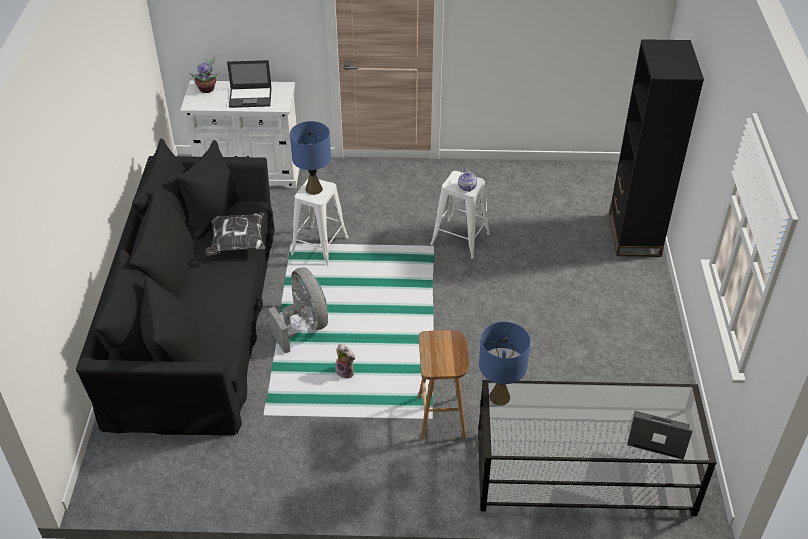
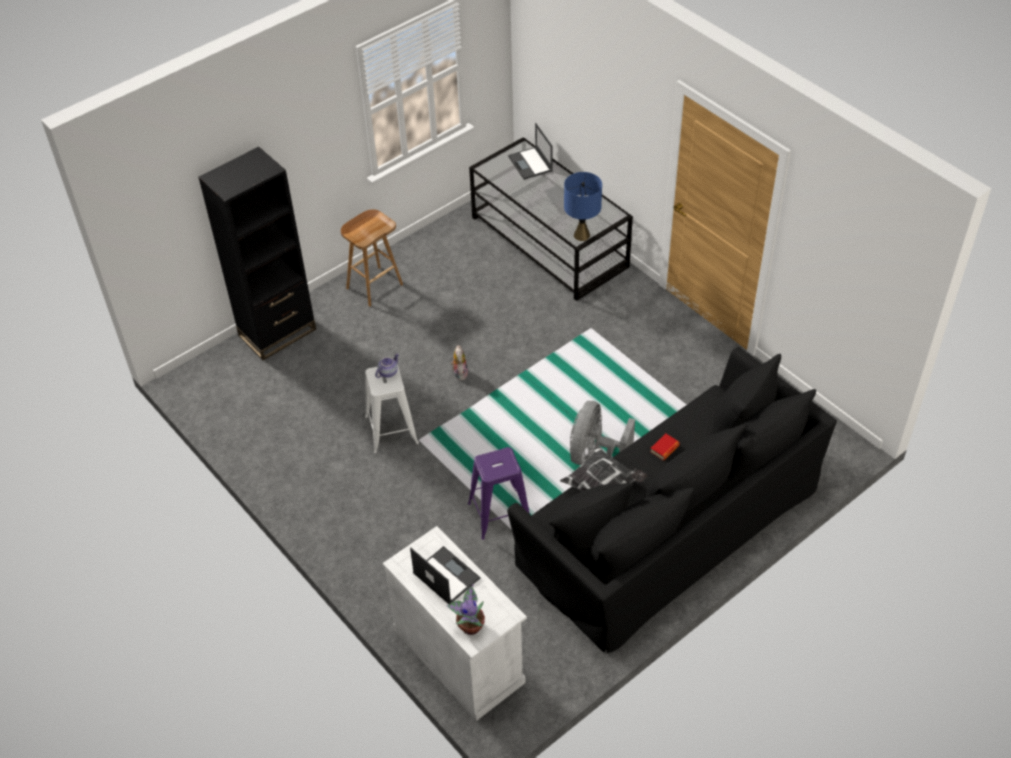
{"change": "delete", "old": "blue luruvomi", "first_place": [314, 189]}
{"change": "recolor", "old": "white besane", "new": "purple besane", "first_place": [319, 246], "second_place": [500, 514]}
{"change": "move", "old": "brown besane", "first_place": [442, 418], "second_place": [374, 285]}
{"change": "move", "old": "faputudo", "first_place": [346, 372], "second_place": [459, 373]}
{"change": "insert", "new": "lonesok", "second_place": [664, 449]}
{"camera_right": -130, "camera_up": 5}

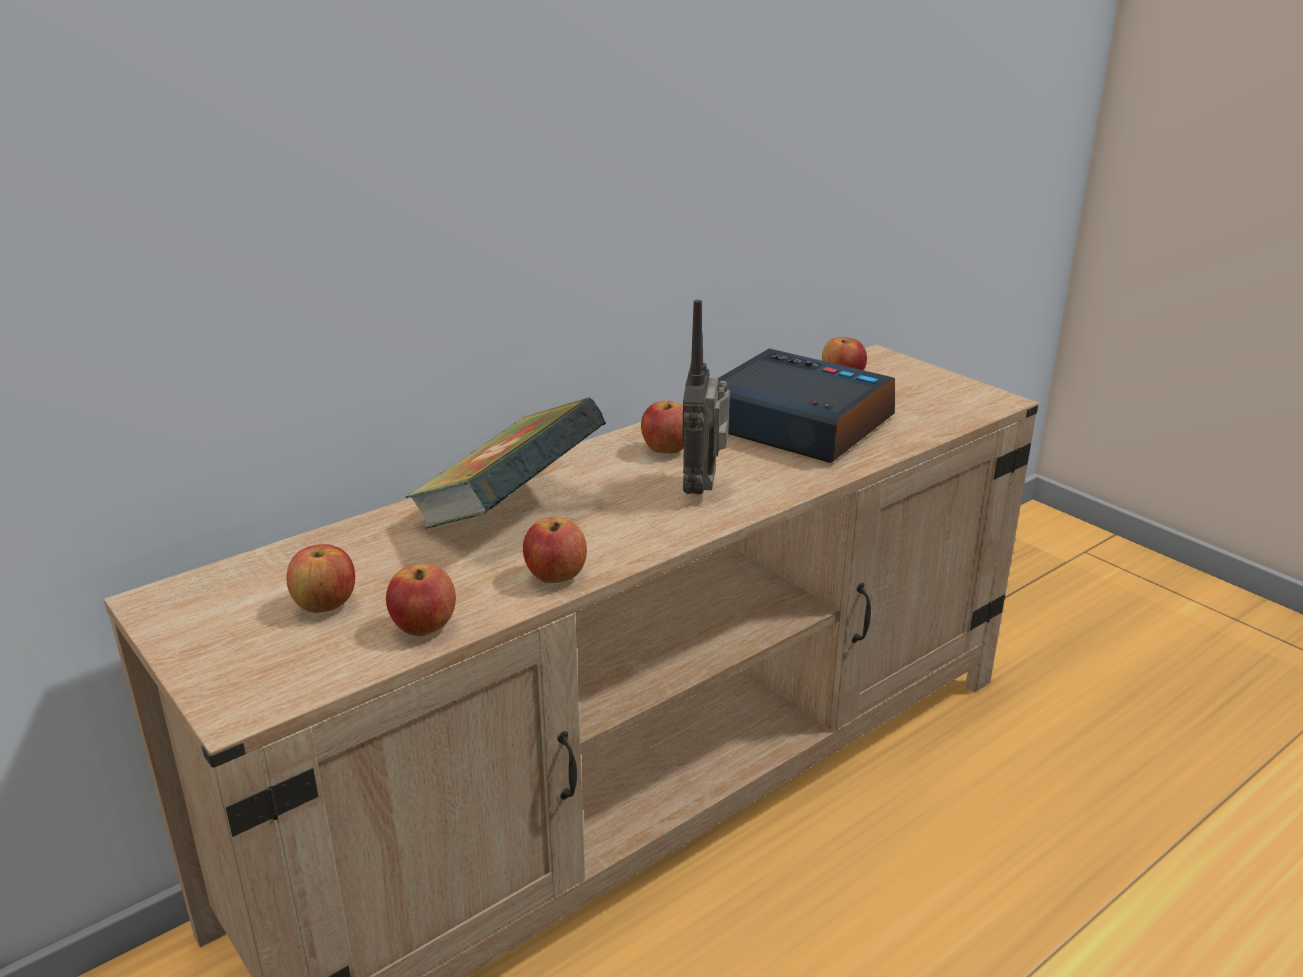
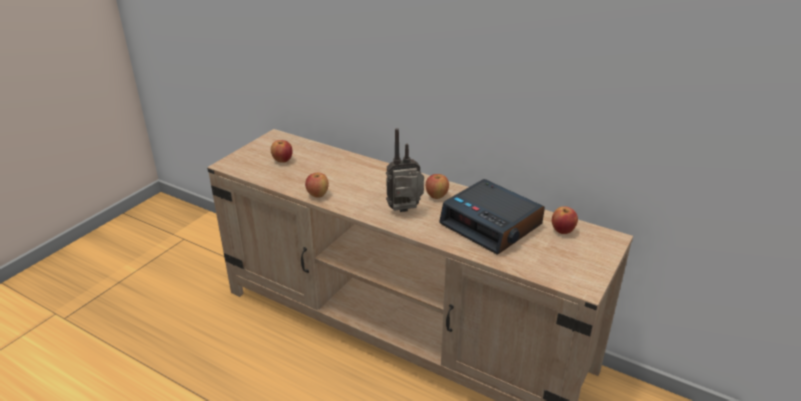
{"change": "rotate", "old": "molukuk", "first_place": [796, 424], "second_place": [492, 225], "degrees": 120}
{"change": "delete", "old": "lonesok", "first_place": [509, 513]}
{"change": "delete", "old": "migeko", "first_place": [424, 628]}
{"camera_right": 70, "camera_up": 5}

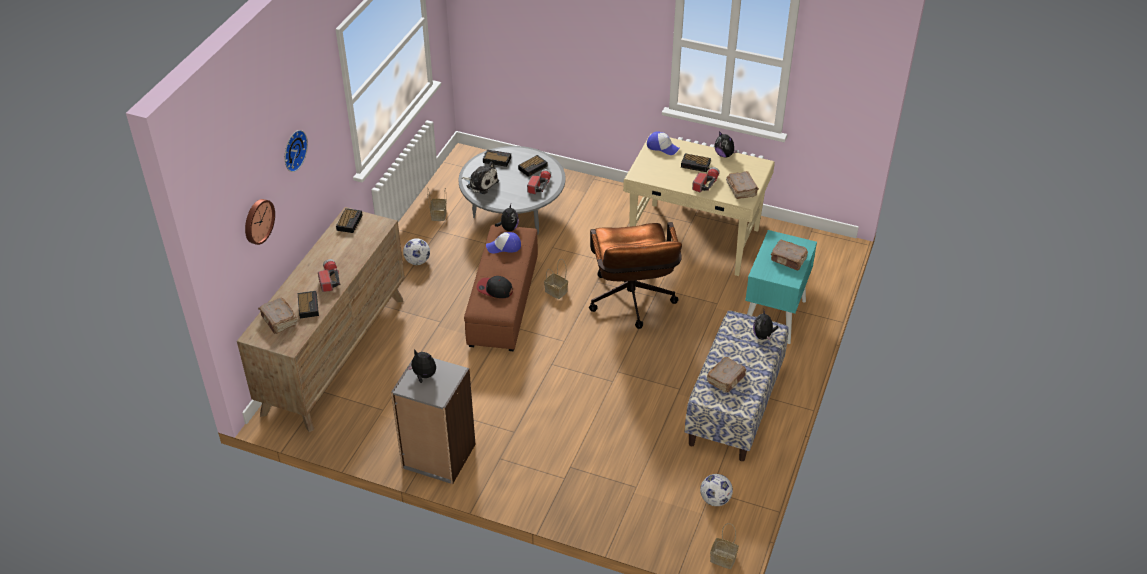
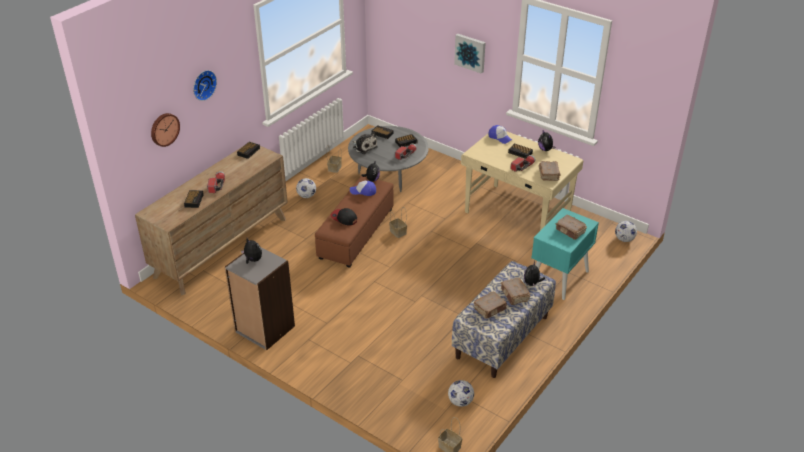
{"change": "delete", "old": "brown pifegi", "first_place": [632, 303]}
{"change": "move", "old": "brown lonesok", "first_place": [279, 321], "second_place": [514, 295]}
{"change": "insert", "new": "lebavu", "second_place": [470, 52]}
{"change": "insert", "new": "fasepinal", "second_place": [624, 239]}
{"camera_right": 15, "camera_up": -5}

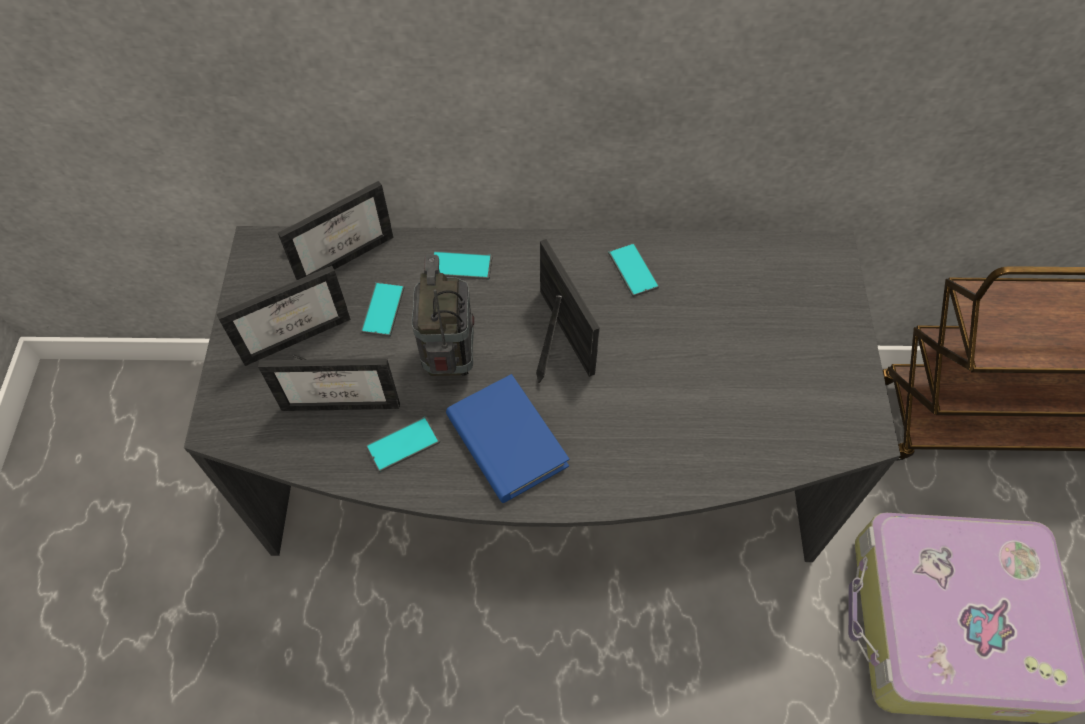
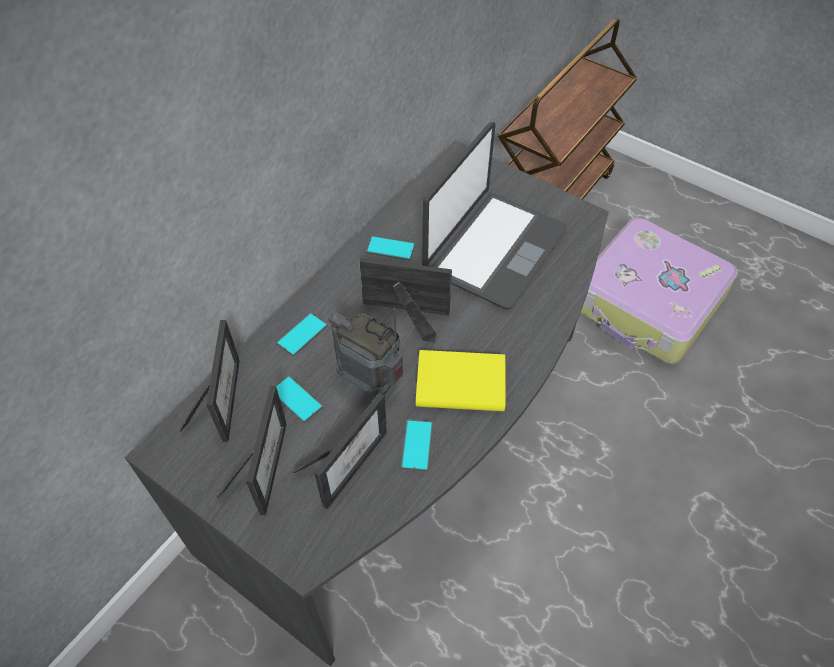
{"change": "recolor", "old": "blue lonesok", "new": "yellow lonesok", "first_place": [506, 441], "second_place": [460, 384]}
{"change": "insert", "new": "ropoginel", "second_place": [493, 249]}
{"camera_right": -55, "camera_up": -5}

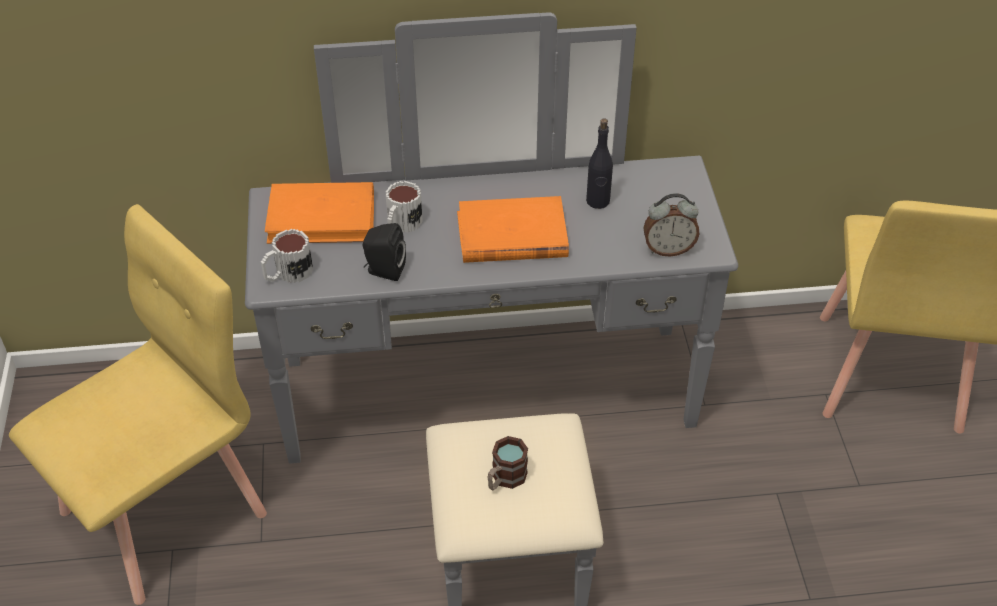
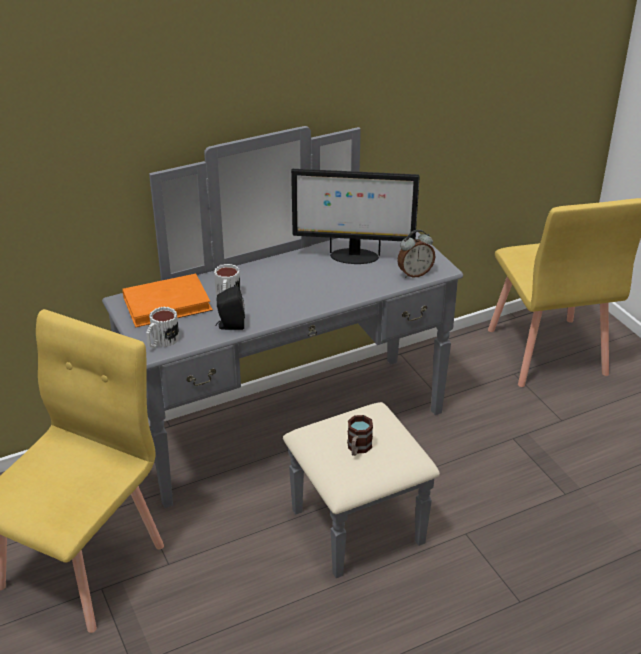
{"change": "replace", "old": "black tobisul", "new": "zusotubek", "first_place": [598, 201], "second_place": [353, 257]}
{"change": "delete", "old": "orange lonesok", "first_place": [511, 235]}
{"camera_right": -20, "camera_up": -10}

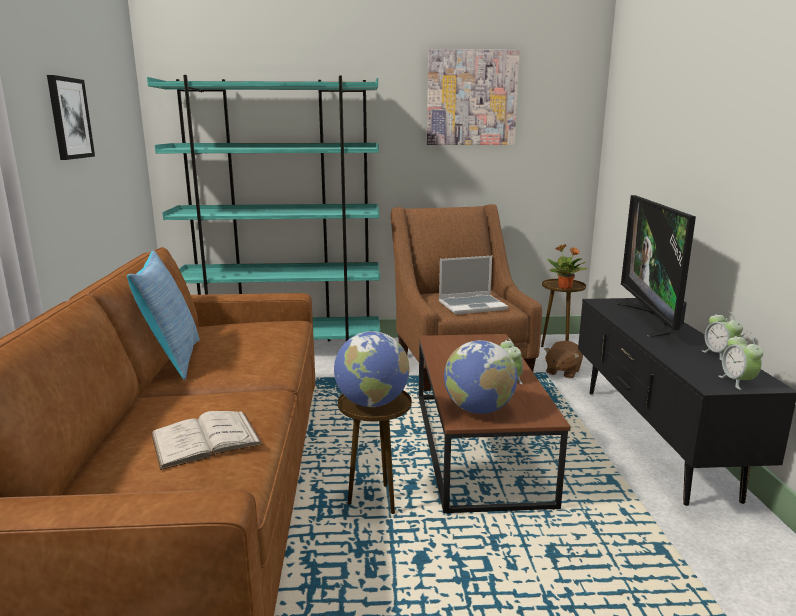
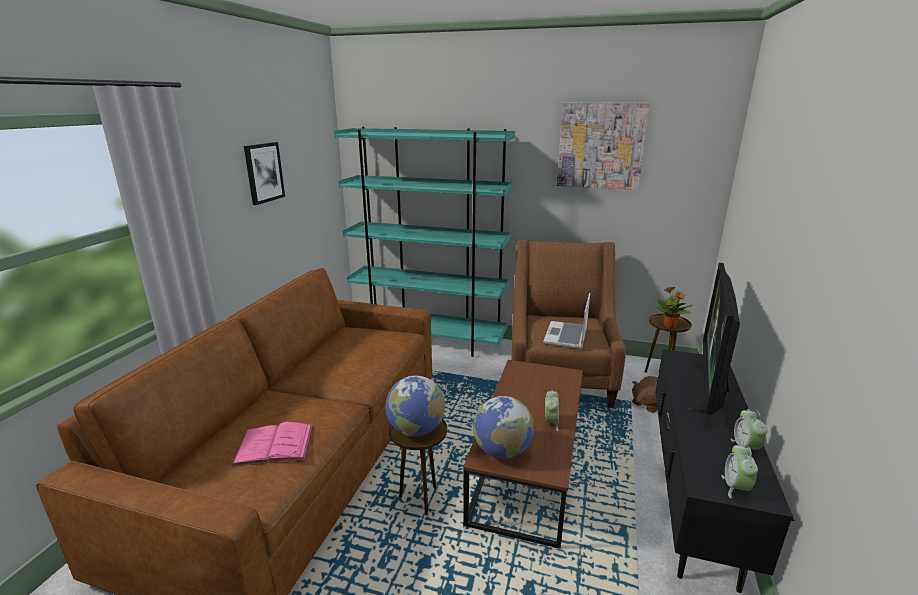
{"change": "delete", "old": "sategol", "first_place": [172, 360]}
{"change": "rotate", "old": "ropoginel", "first_place": [472, 306], "second_place": [566, 336], "degrees": 105}
{"change": "recolor", "old": "white lonesok", "new": "pink lonesok", "first_place": [206, 439], "second_place": [274, 445]}
{"camera_right": 20, "camera_up": 5}

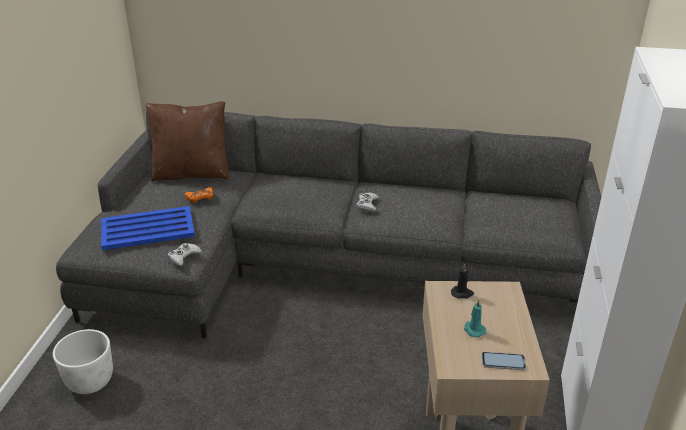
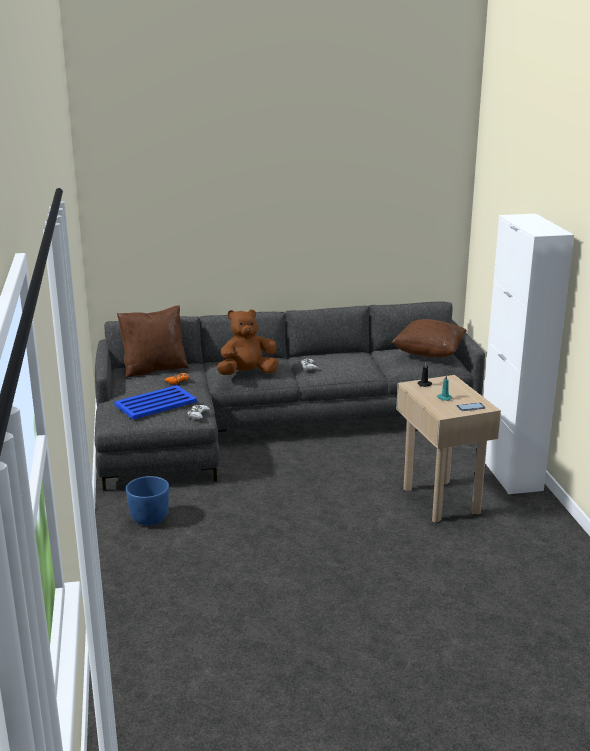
{"change": "recolor", "old": "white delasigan", "new": "blue delasigan", "first_place": [91, 382], "second_place": [150, 519]}
{"change": "insert", "new": "brown faputudo", "second_place": [247, 374]}
{"change": "insert", "new": "brown sategol", "second_place": [428, 354]}
{"camera_right": -20, "camera_up": -10}

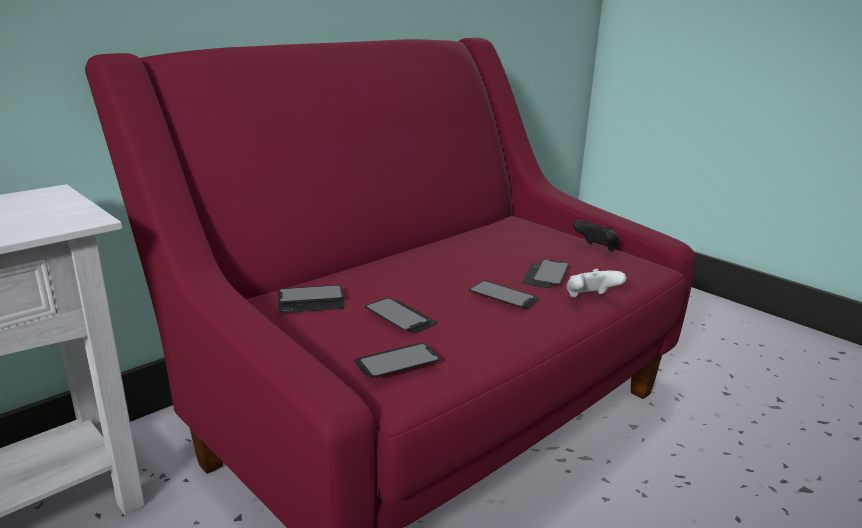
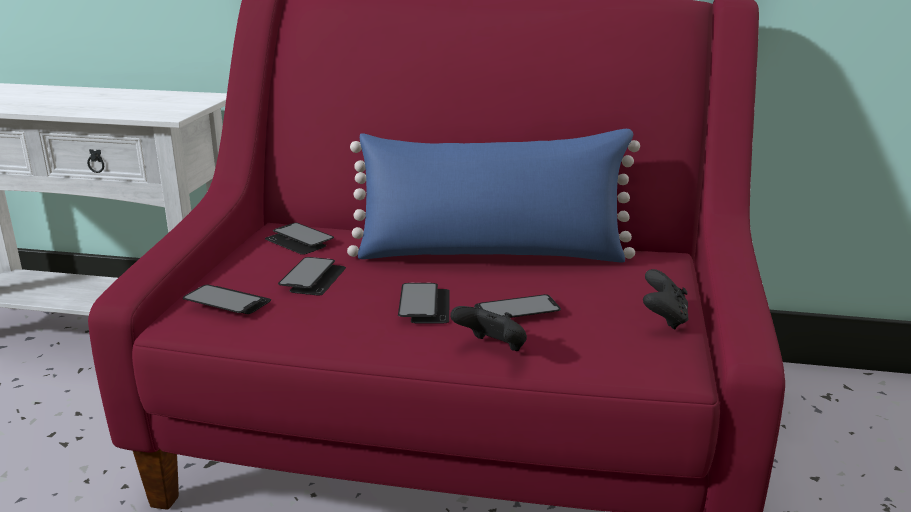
{"change": "recolor", "old": "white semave", "new": "black semave", "first_place": [590, 299], "second_place": [492, 349]}
{"change": "insert", "new": "blue sategol", "second_place": [492, 254]}
{"camera_right": 55, "camera_up": 0}

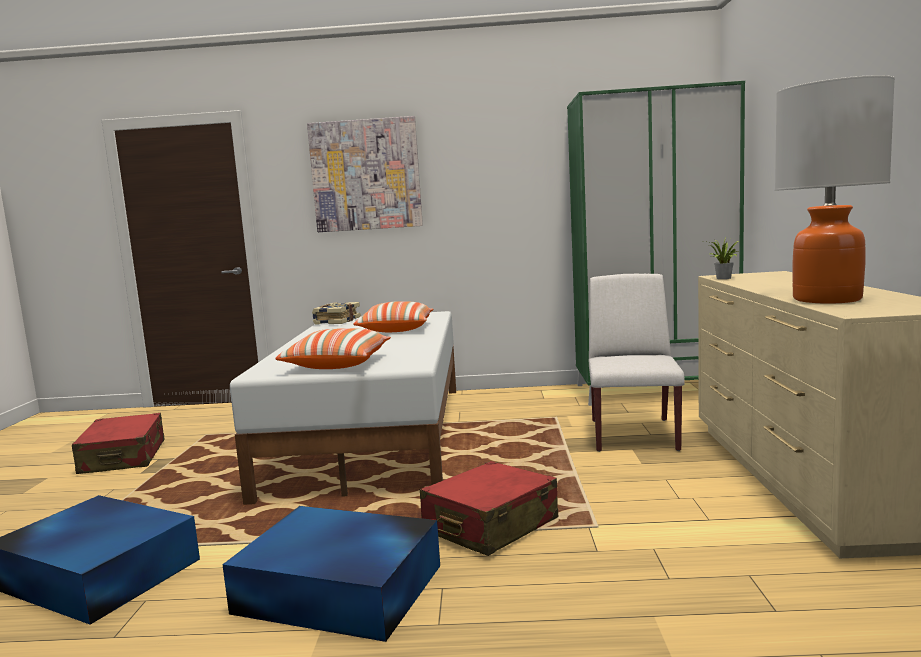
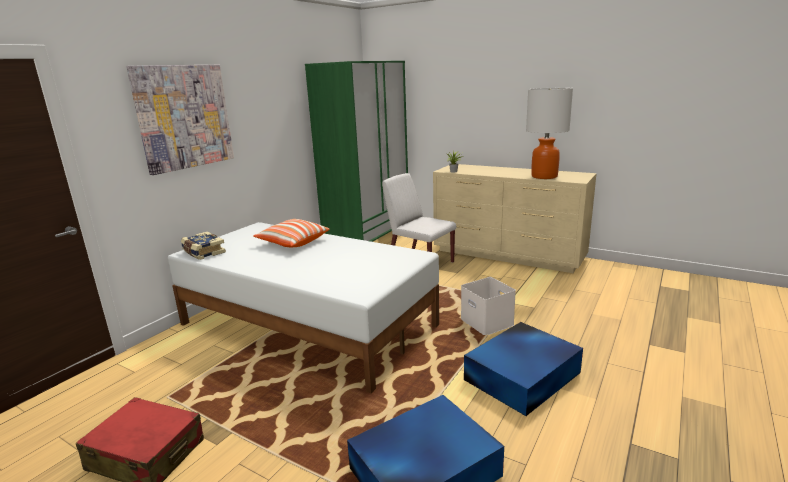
{"change": "delete", "old": "sategol", "first_place": [337, 364]}
{"change": "replace", "old": "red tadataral", "new": "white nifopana", "first_place": [490, 526], "second_place": [488, 322]}
{"camera_right": -60, "camera_up": 10}

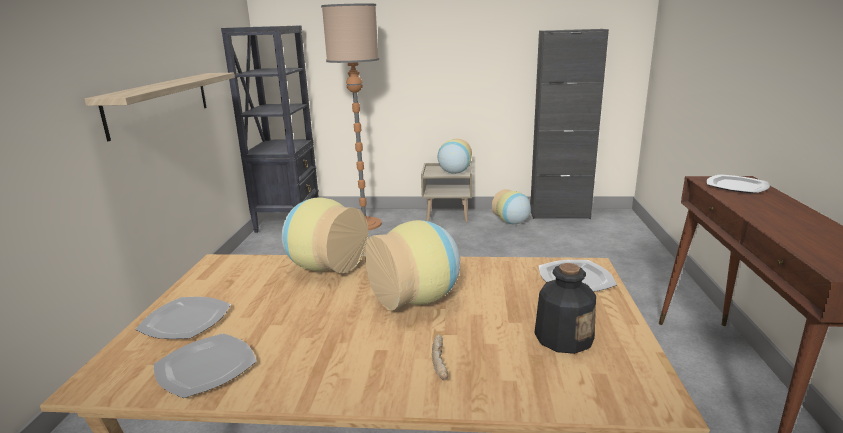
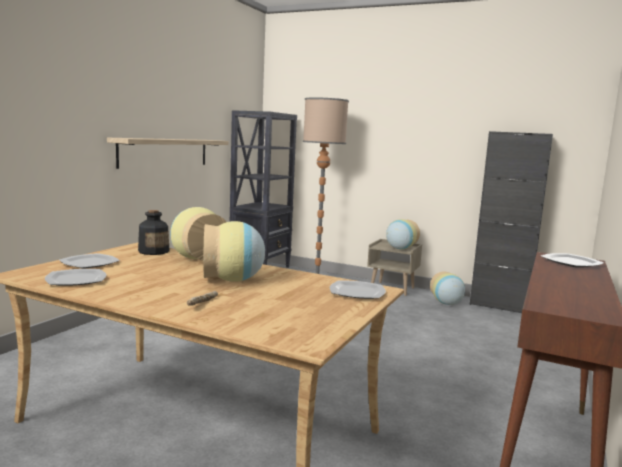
{"change": "move", "old": "tobisul", "first_place": [563, 337], "second_place": [153, 251]}
{"camera_right": 20, "camera_up": -10}

